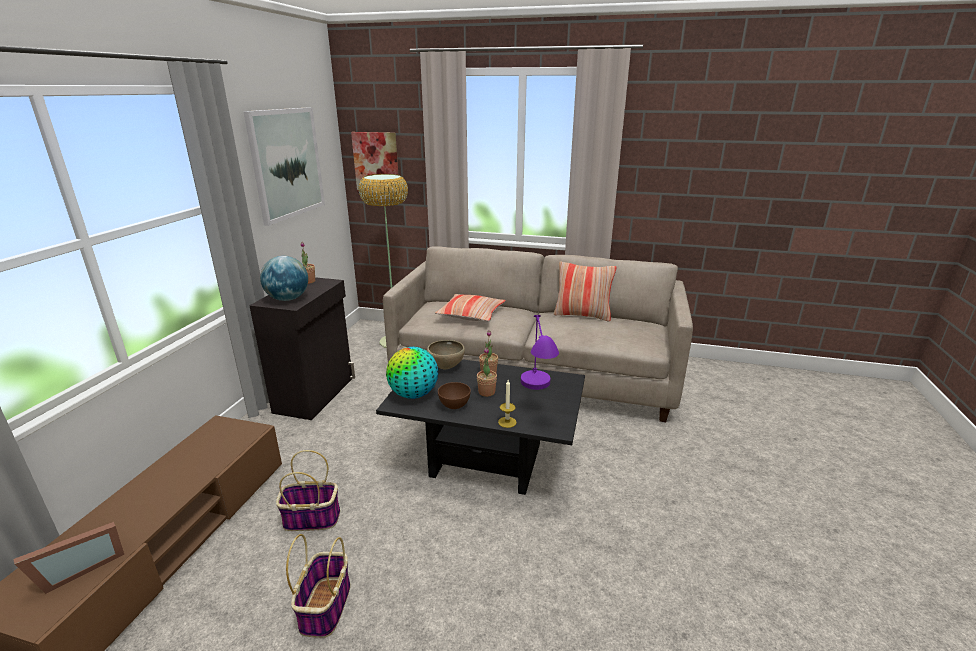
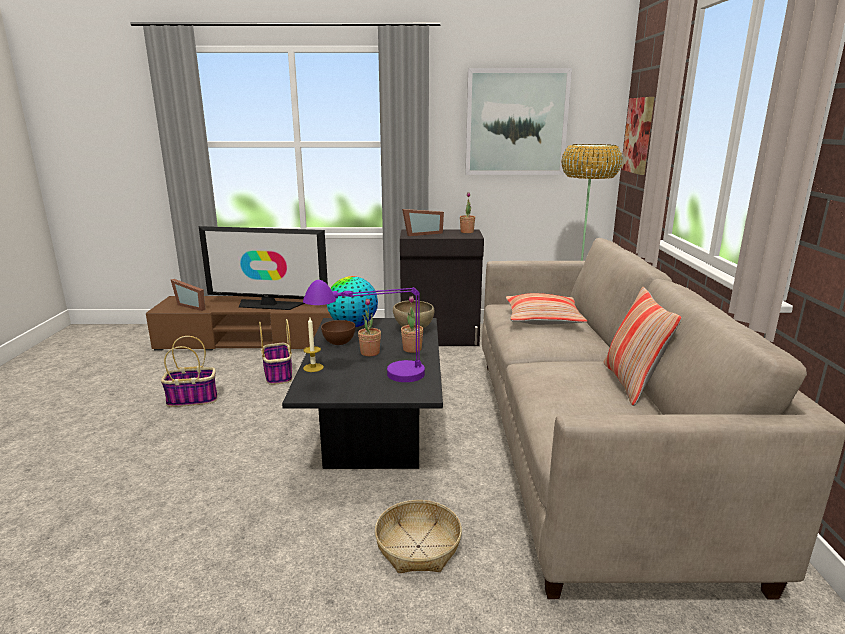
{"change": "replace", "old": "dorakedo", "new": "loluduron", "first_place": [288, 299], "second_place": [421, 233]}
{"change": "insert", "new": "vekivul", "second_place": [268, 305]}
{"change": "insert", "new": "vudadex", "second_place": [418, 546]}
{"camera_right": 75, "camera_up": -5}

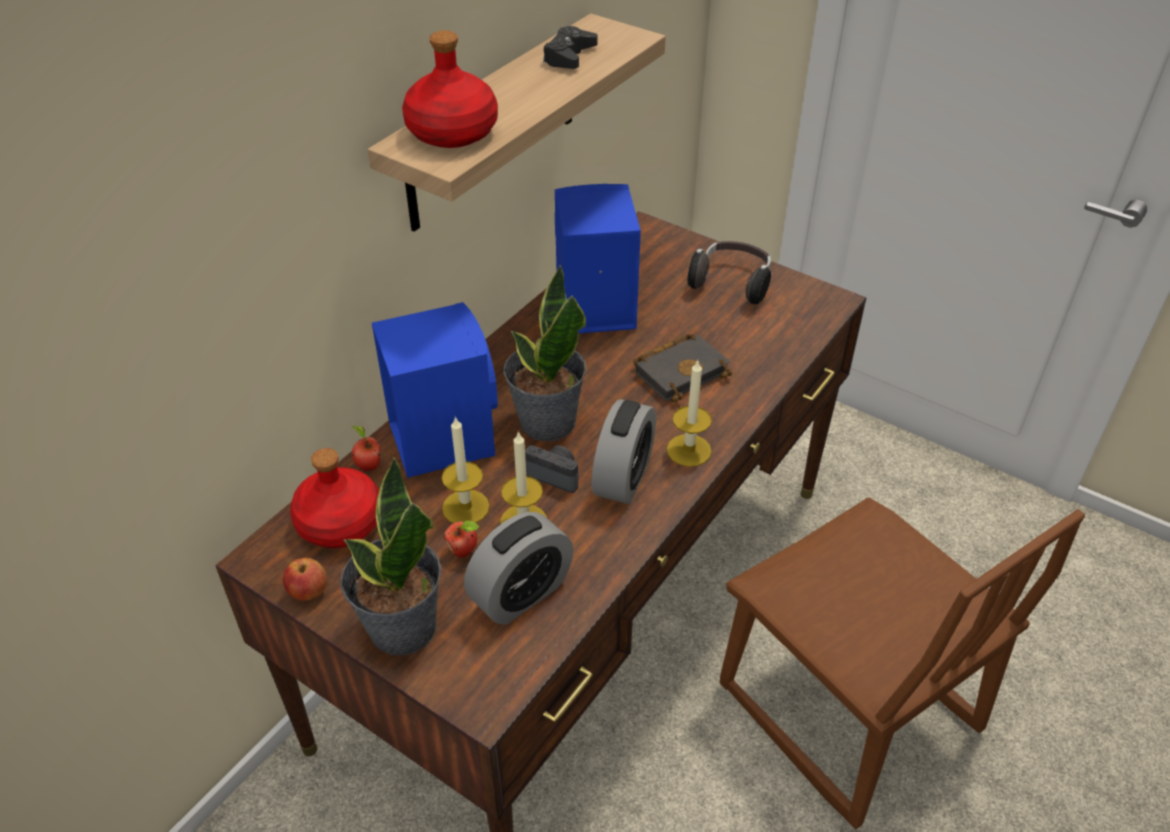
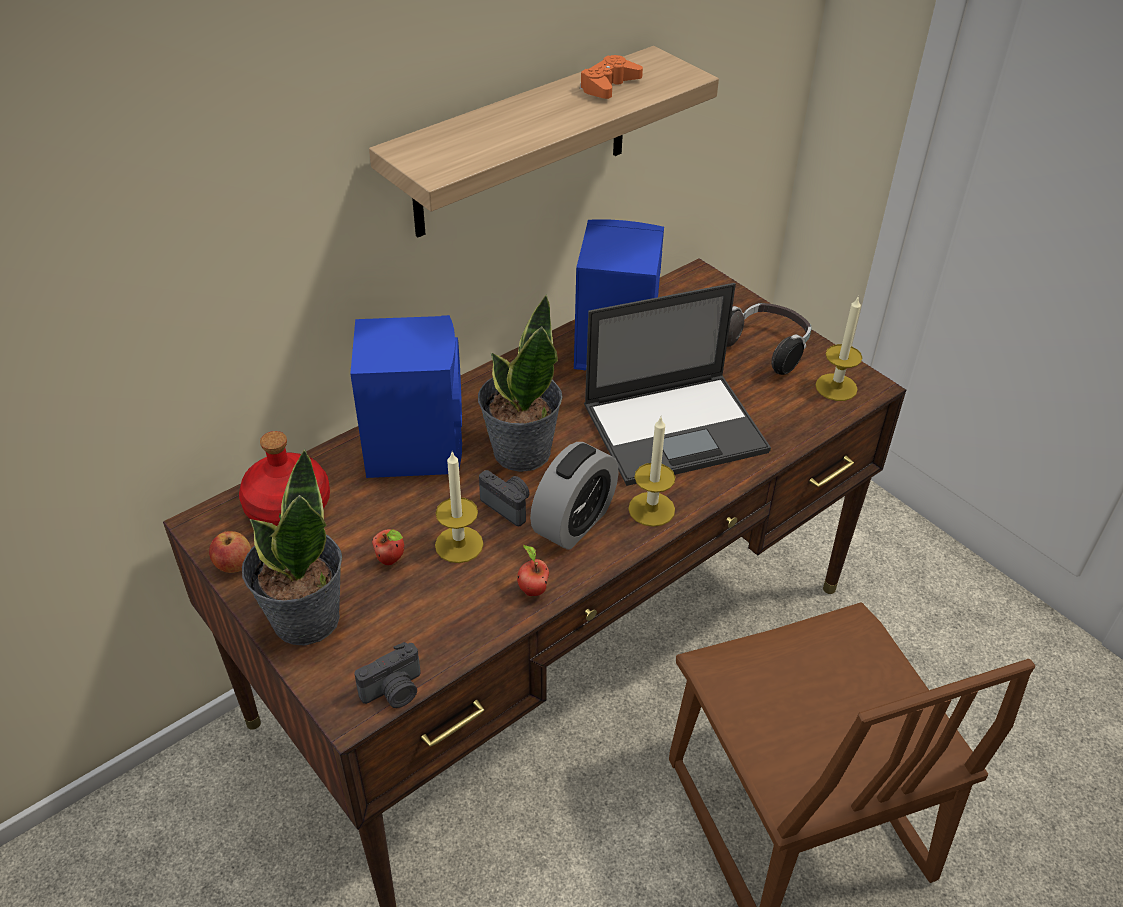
{"change": "recolor", "old": "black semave", "new": "orange semave", "first_place": [569, 56], "second_place": [609, 86]}
{"change": "delete", "old": "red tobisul", "first_place": [453, 132]}
{"change": "replace", "old": "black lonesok", "new": "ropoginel", "first_place": [681, 371], "second_place": [676, 428]}
{"change": "move", "old": "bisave", "first_place": [465, 507], "second_place": [836, 387]}
{"change": "move", "old": "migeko", "first_place": [368, 466], "second_place": [532, 589]}
{"change": "delete", "old": "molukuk", "first_place": [521, 594]}
{"change": "insert", "new": "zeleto", "second_place": [394, 691]}
{"camera_right": 15, "camera_up": 0}

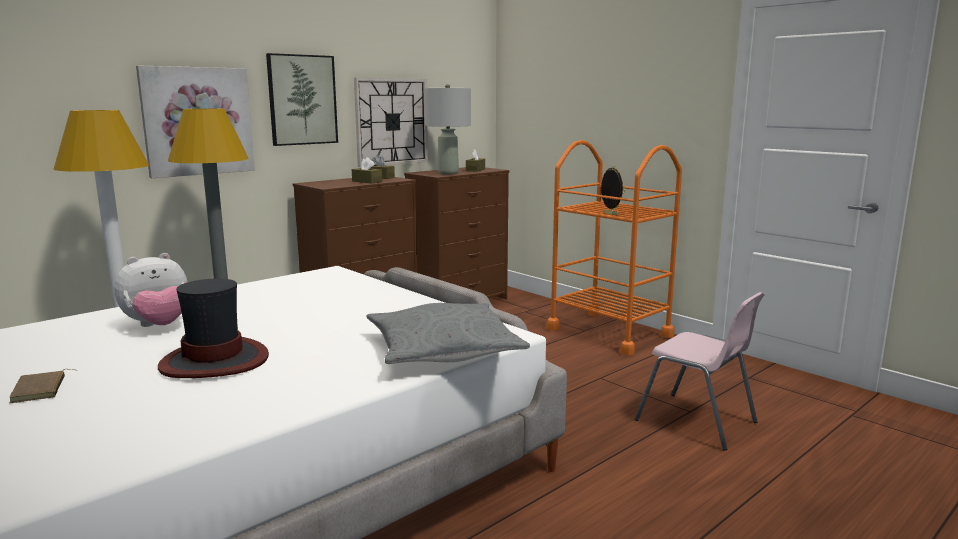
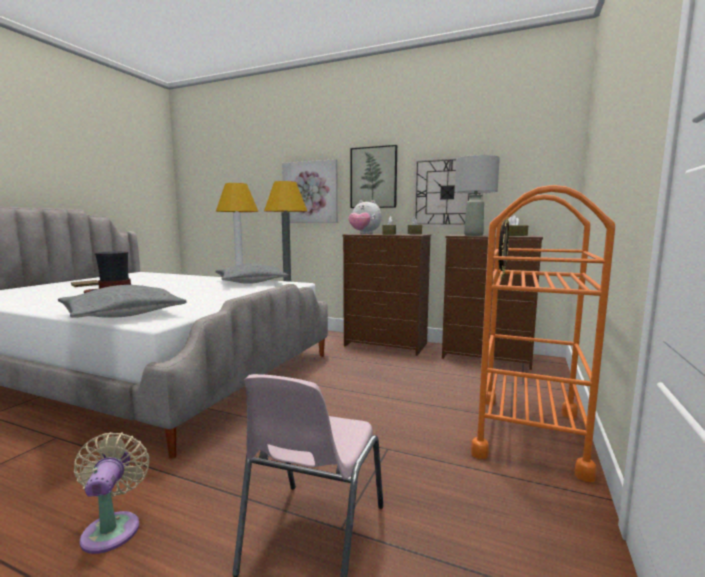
{"change": "move", "old": "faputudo", "first_place": [158, 326], "second_place": [364, 233]}
{"change": "insert", "new": "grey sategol", "second_place": [251, 283]}
{"change": "insert", "new": "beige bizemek", "second_place": [113, 528]}
{"camera_right": 65, "camera_up": -5}

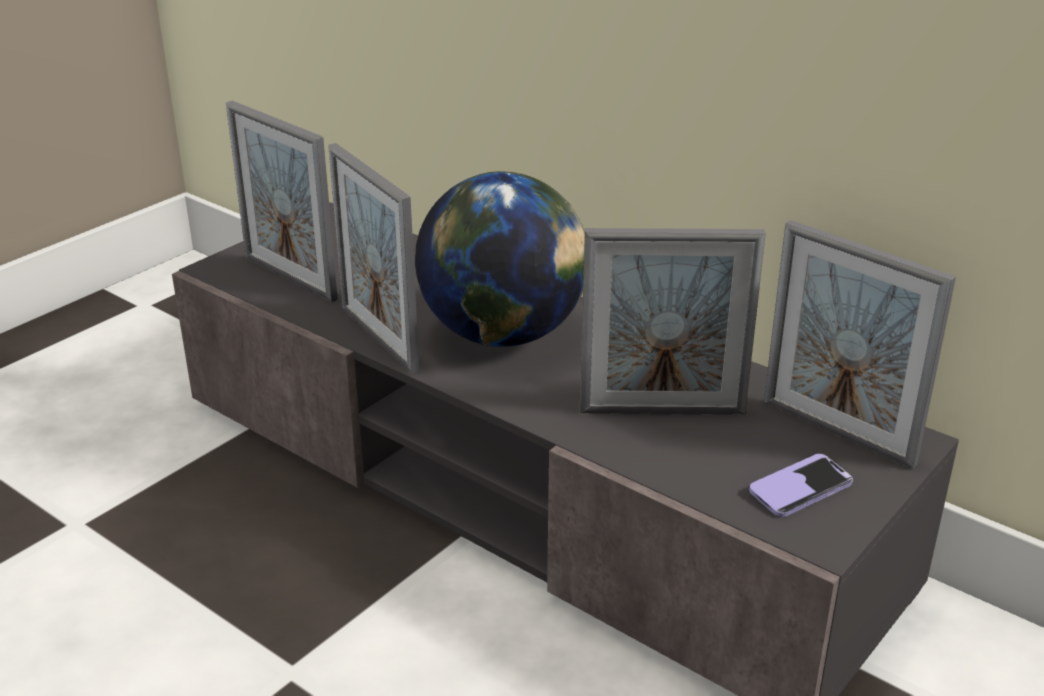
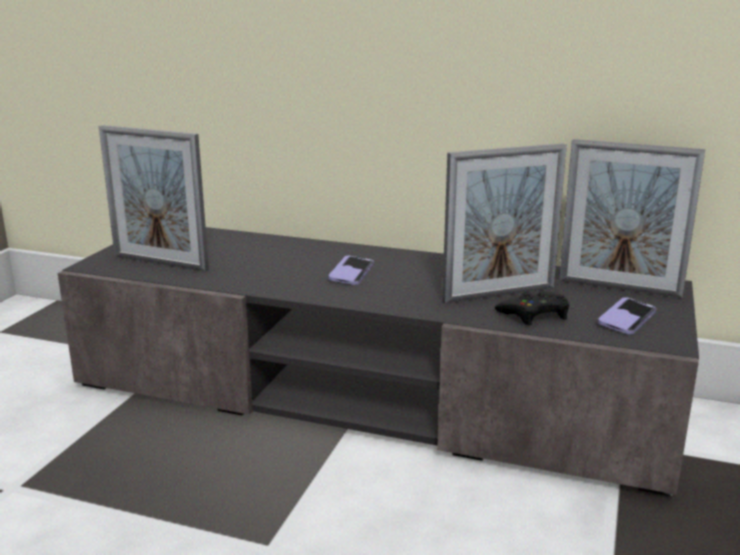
{"change": "delete", "old": "loluduron", "first_place": [379, 339]}
{"change": "replace", "old": "dorakedo", "new": "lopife", "first_place": [503, 336], "second_place": [351, 272]}
{"change": "insert", "new": "black semave", "second_place": [534, 315]}
{"camera_right": -20, "camera_up": -10}

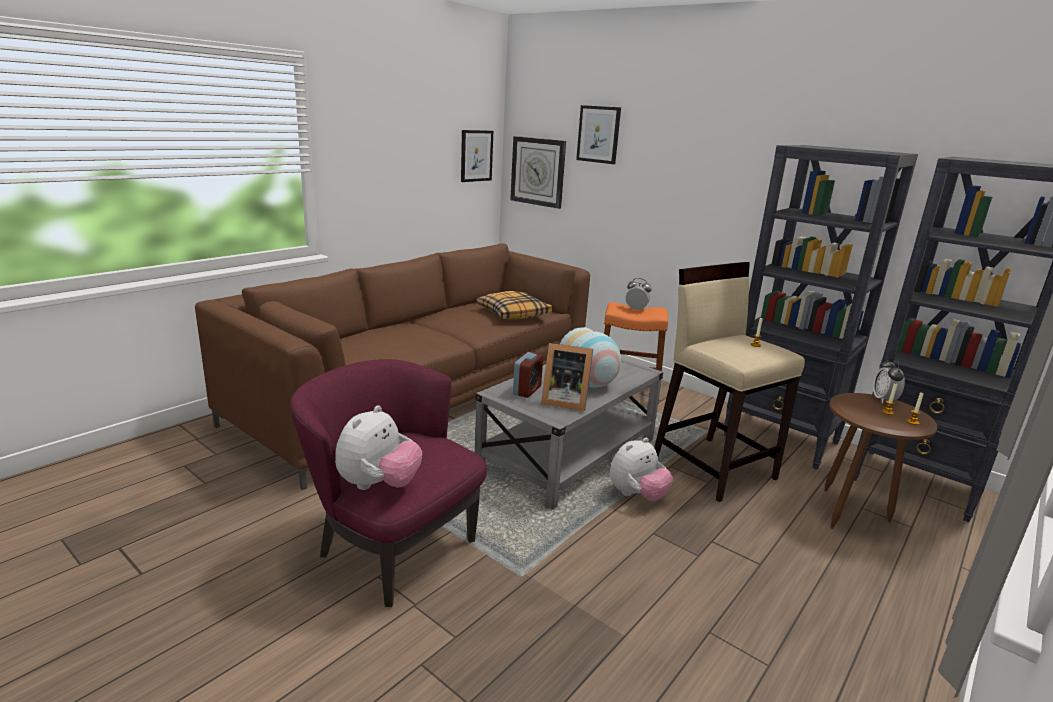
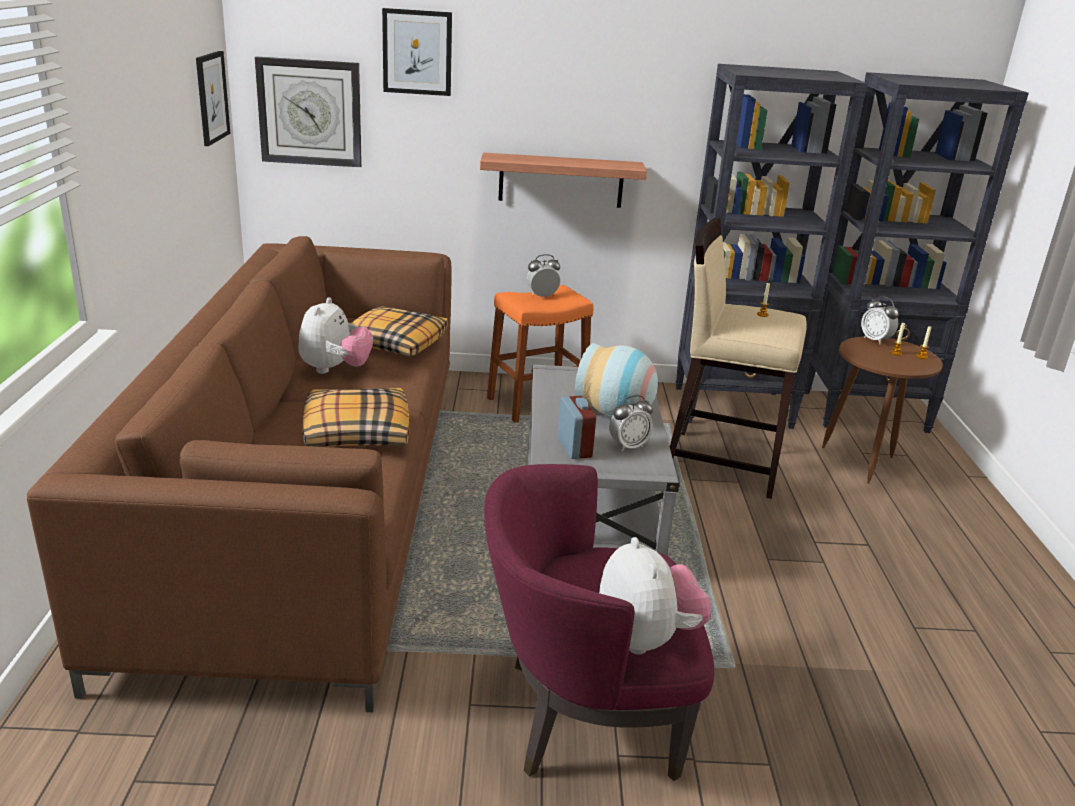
{"change": "replace", "old": "loluduron", "new": "molukuk", "first_place": [563, 401], "second_place": [628, 446]}
{"change": "move", "old": "faputudo", "first_place": [637, 495], "second_place": [335, 369]}
{"change": "insert", "new": "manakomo", "second_place": [561, 180]}
{"change": "insert", "new": "sategol", "second_place": [356, 432]}
{"camera_right": -40, "camera_up": 5}

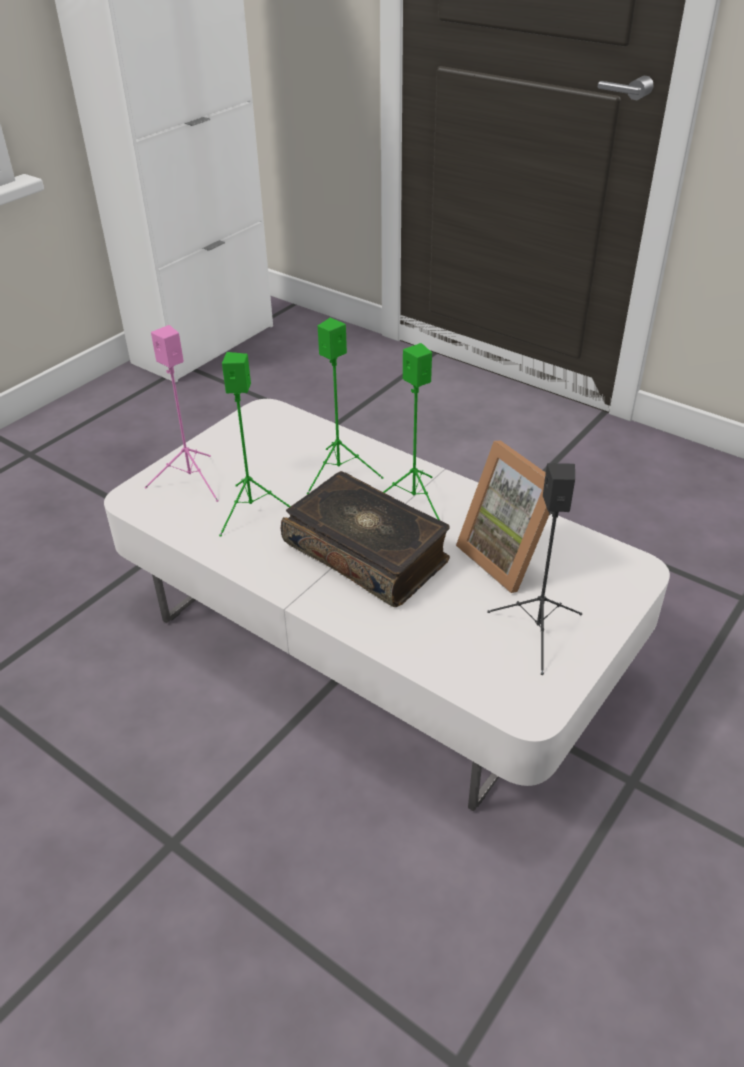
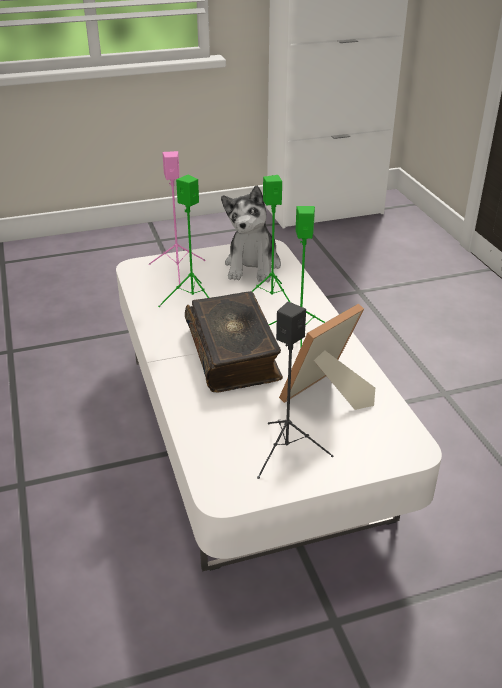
{"change": "rotate", "old": "loluduron", "first_place": [509, 556], "second_place": [325, 397], "degrees": 45}
{"change": "insert", "new": "faputudo", "second_place": [253, 266]}
{"camera_right": 35, "camera_up": -5}

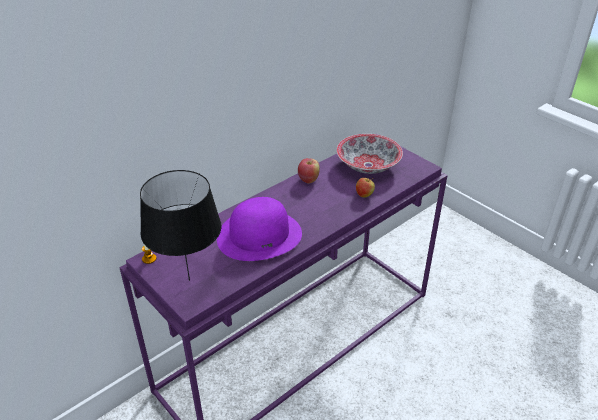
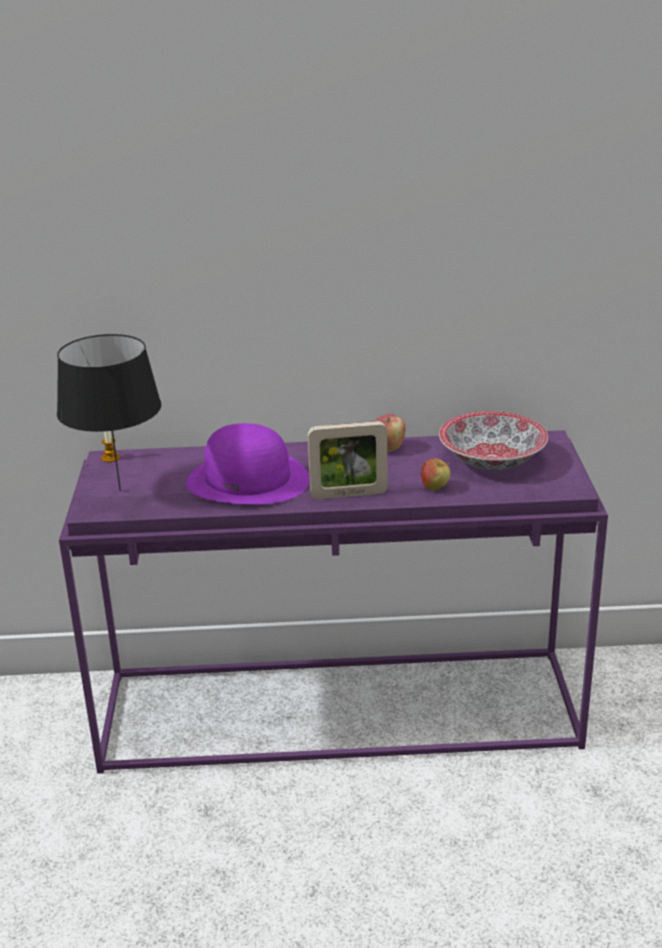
{"change": "insert", "new": "loluduron", "second_place": [348, 494]}
{"camera_right": 40, "camera_up": -10}

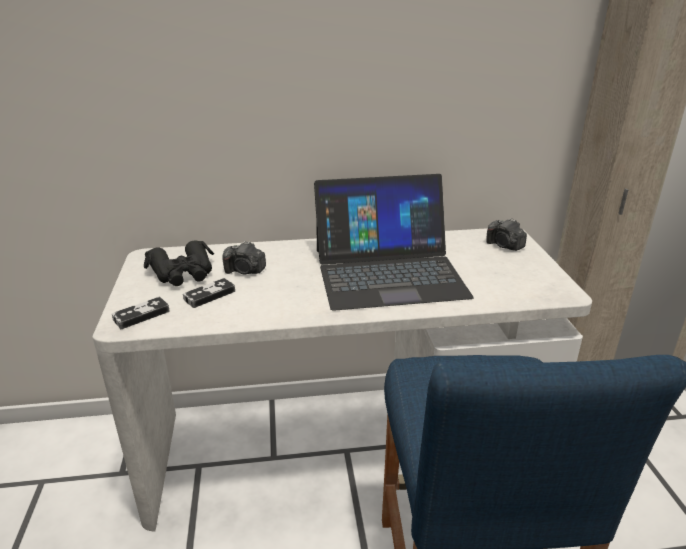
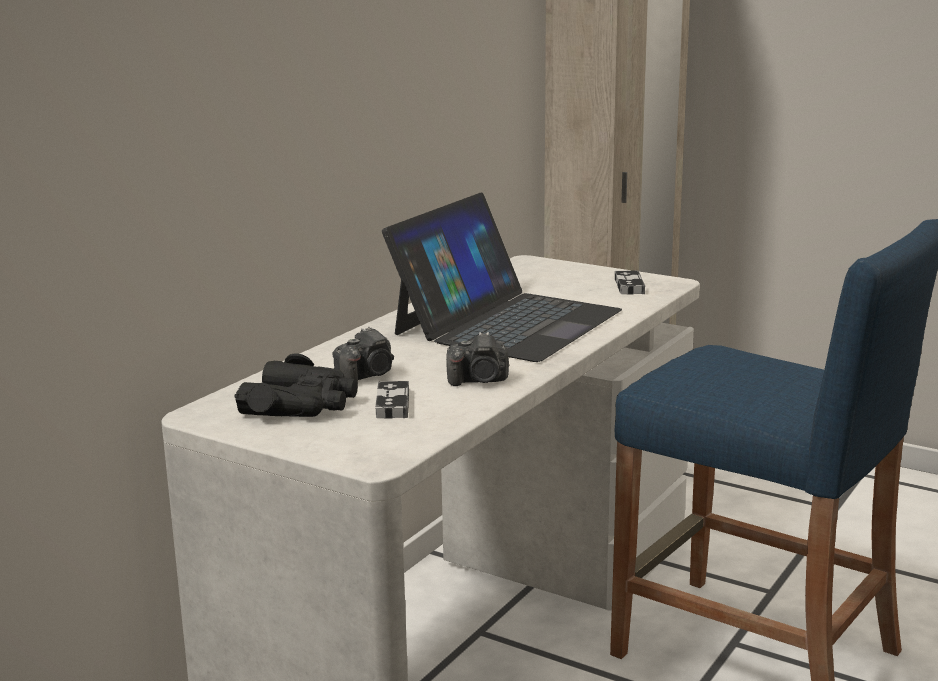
{"change": "move", "old": "zeleto", "first_place": [504, 246], "second_place": [479, 381]}
{"change": "move", "old": "semave", "first_place": [141, 315], "second_place": [629, 286]}
{"camera_right": -50, "camera_up": -10}

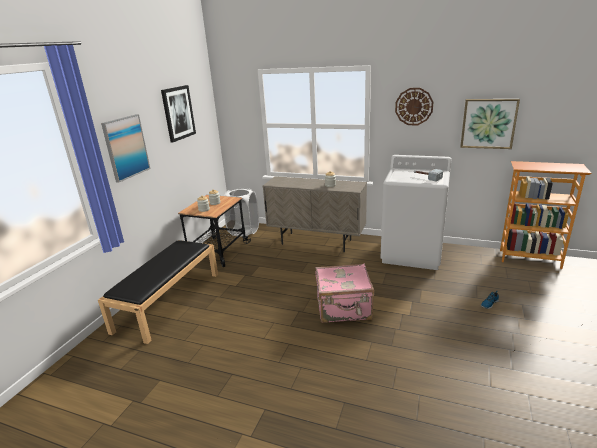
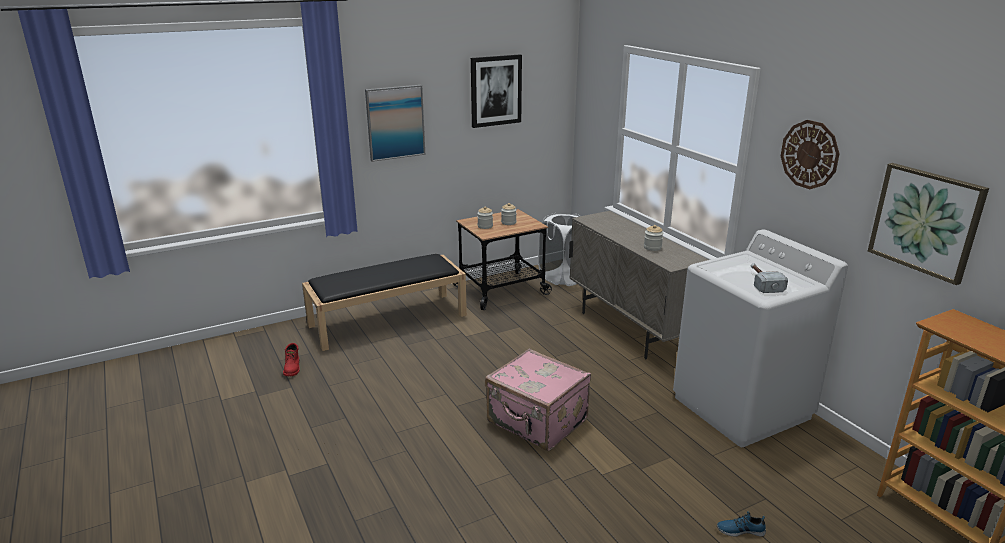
{"change": "insert", "new": "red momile", "second_place": [292, 368]}
{"camera_right": 40, "camera_up": 0}

